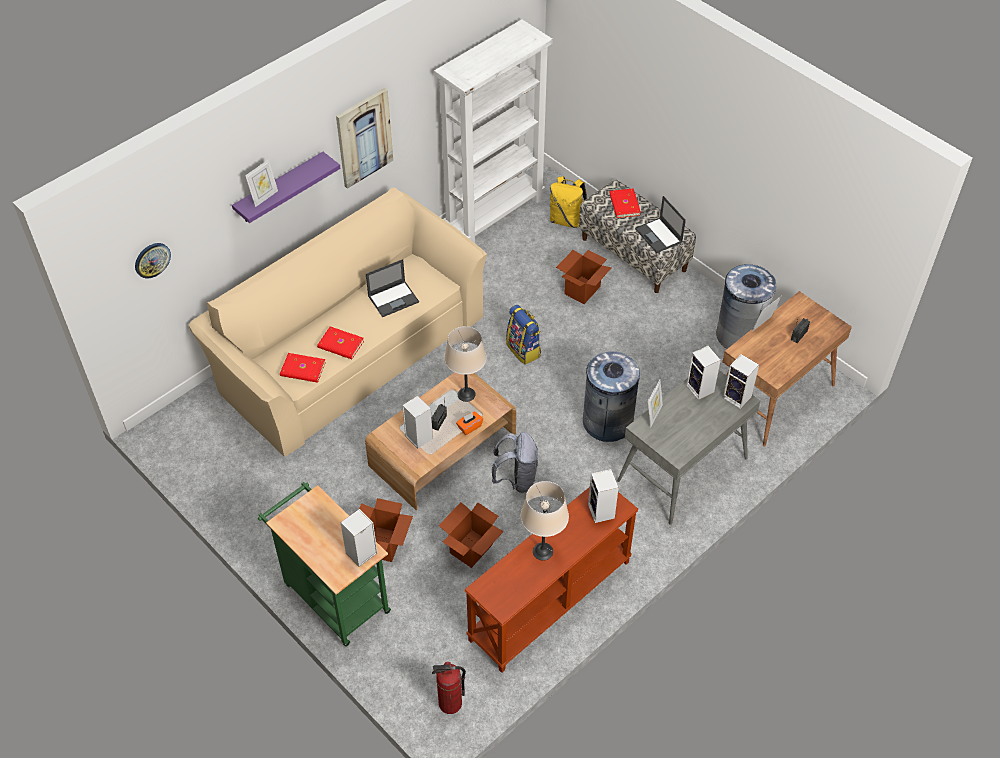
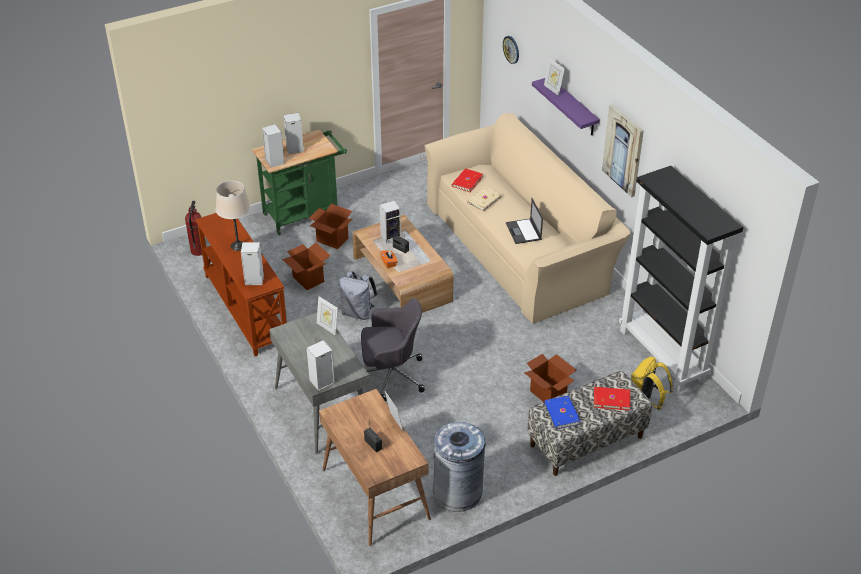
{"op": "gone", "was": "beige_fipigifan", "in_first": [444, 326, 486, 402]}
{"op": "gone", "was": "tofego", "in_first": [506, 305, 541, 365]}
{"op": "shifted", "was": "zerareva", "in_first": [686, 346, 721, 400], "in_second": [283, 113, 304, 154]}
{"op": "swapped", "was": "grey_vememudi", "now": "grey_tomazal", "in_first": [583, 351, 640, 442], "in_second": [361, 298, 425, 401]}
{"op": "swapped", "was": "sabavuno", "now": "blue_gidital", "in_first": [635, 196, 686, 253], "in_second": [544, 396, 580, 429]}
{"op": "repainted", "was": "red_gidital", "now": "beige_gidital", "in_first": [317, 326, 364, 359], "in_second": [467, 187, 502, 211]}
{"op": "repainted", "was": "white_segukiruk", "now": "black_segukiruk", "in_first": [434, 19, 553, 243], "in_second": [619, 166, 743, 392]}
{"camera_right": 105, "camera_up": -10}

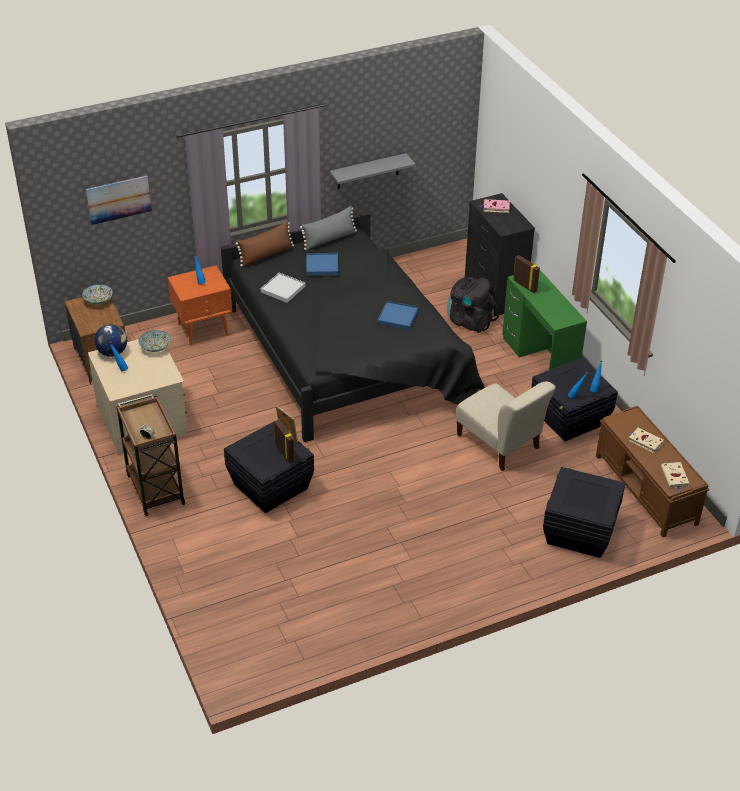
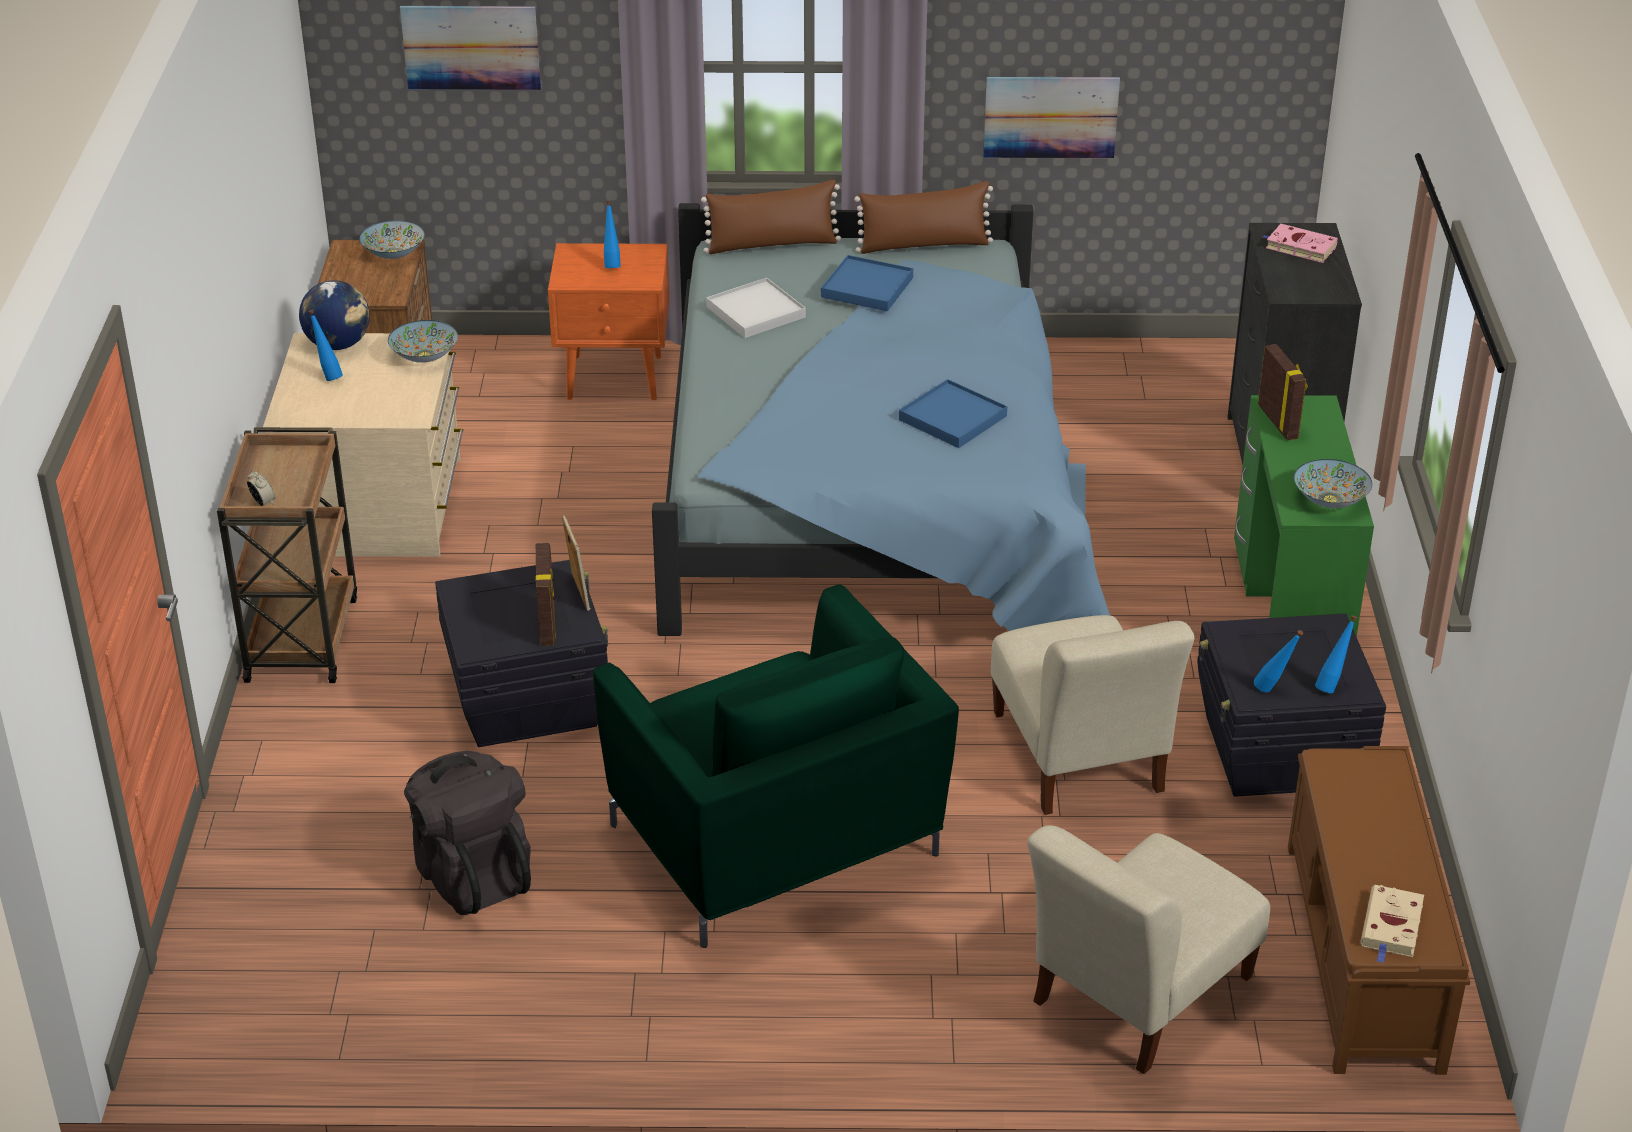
{"op": "gone", "was": "beige_gidital", "in_first": [628, 428, 664, 453]}
{"op": "new", "now": "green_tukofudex", "in_second": [593, 584, 959, 948]}
{"op": "new", "now": "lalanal", "in_second": [1294, 459, 1372, 508]}
{"op": "shifted", "was": "black_tofego", "in_first": [447, 277, 499, 333], "in_second": [404, 751, 531, 915]}
{"op": "swapped", "was": "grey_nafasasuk", "now": "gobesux", "in_first": [330, 153, 416, 189], "in_second": [983, 77, 1120, 158]}
{"op": "swapped", "was": "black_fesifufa", "now": "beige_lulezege", "in_first": [543, 467, 625, 558], "in_second": [1027, 825, 1270, 1074]}
{"op": "repainted", "was": "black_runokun", "now": "blue_runokun", "in_first": [221, 211, 485, 442], "in_second": [652, 203, 1110, 636]}
{"op": "repainted", "was": "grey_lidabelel", "now": "brown_lidabelel", "in_first": [300, 206, 357, 250], "in_second": [854, 181, 993, 254]}
{"camera_right": 25, "camera_up": -5}

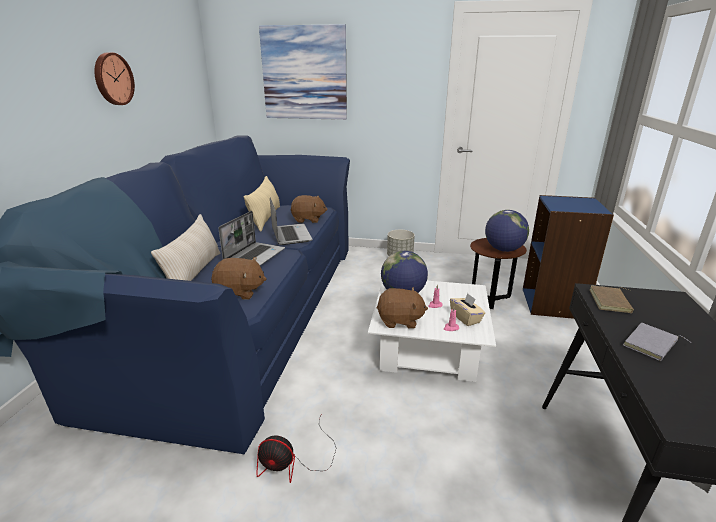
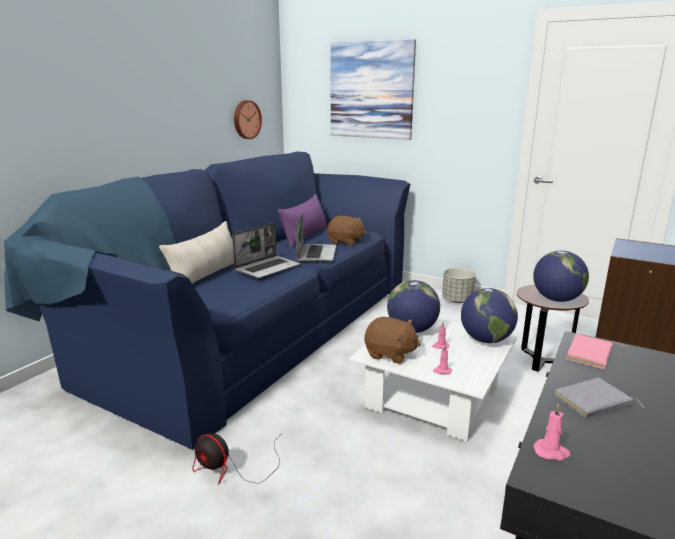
{"op": "gone", "was": "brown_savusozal", "in_first": [211, 257, 266, 300]}
{"op": "gone", "was": "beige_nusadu", "in_first": [450, 293, 485, 326]}
{"op": "new", "now": "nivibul", "in_second": [461, 288, 518, 343]}
{"op": "new", "now": "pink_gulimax", "in_second": [533, 403, 570, 460]}
{"op": "shifted", "was": "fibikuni", "in_first": [95, 53, 135, 105], "in_second": [234, 100, 262, 139]}
{"op": "repainted", "was": "beige_lidabelel", "now": "purple_lidabelel", "in_first": [244, 176, 280, 232], "in_second": [278, 194, 327, 248]}
{"op": "repainted", "was": "brown_gidital", "now": "pink_gidital", "in_first": [590, 285, 634, 313], "in_second": [565, 334, 625, 369]}
{"camera_right": 20, "camera_up": -5}

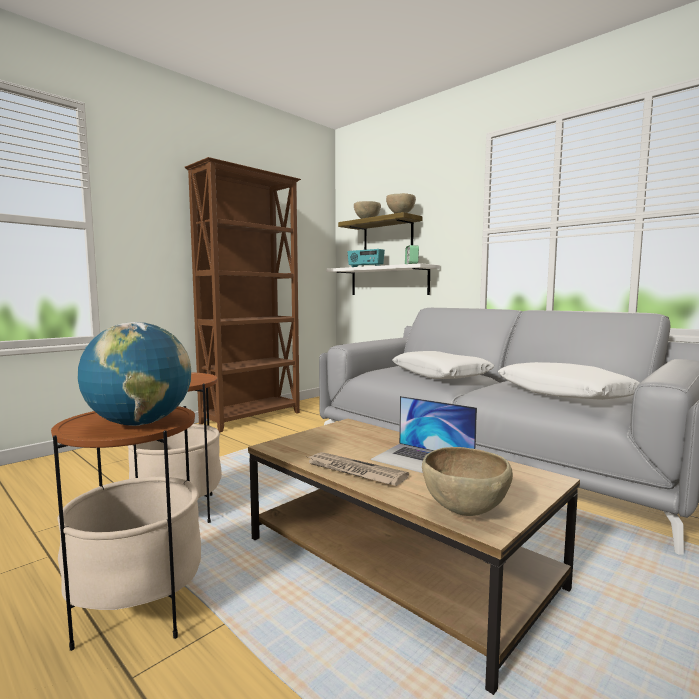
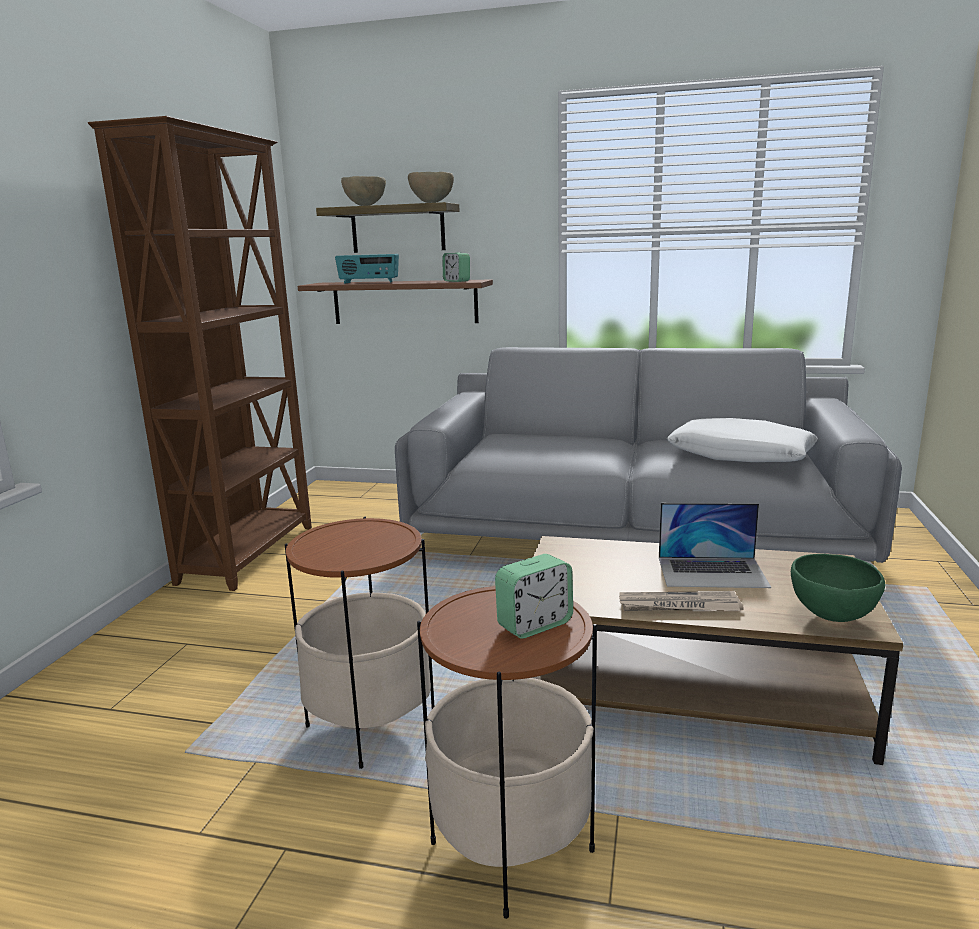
{"op": "gone", "was": "white_lidabelel", "in_first": [392, 351, 494, 379]}
{"op": "swapped", "was": "nivibul", "now": "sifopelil", "in_first": [78, 322, 191, 426], "in_second": [495, 554, 573, 639]}
{"op": "repainted", "was": "white_nafasasuk", "now": "brown_nafasasuk", "in_first": [326, 263, 440, 295], "in_second": [298, 279, 493, 324]}
{"op": "repainted", "was": "brown_lalanal", "now": "green_lalanal", "in_first": [422, 447, 513, 516], "in_second": [791, 554, 885, 622]}
{"camera_right": -30, "camera_up": 10}

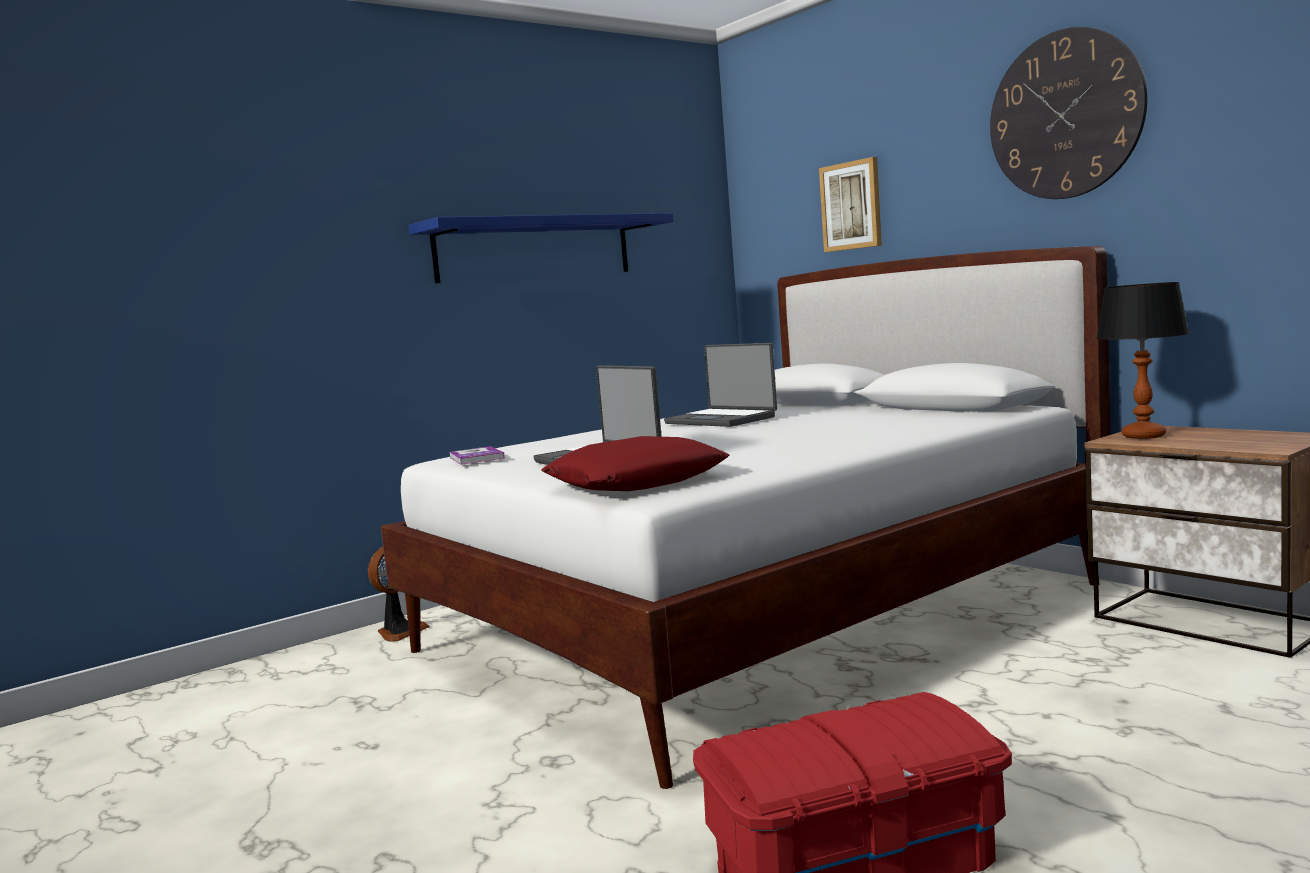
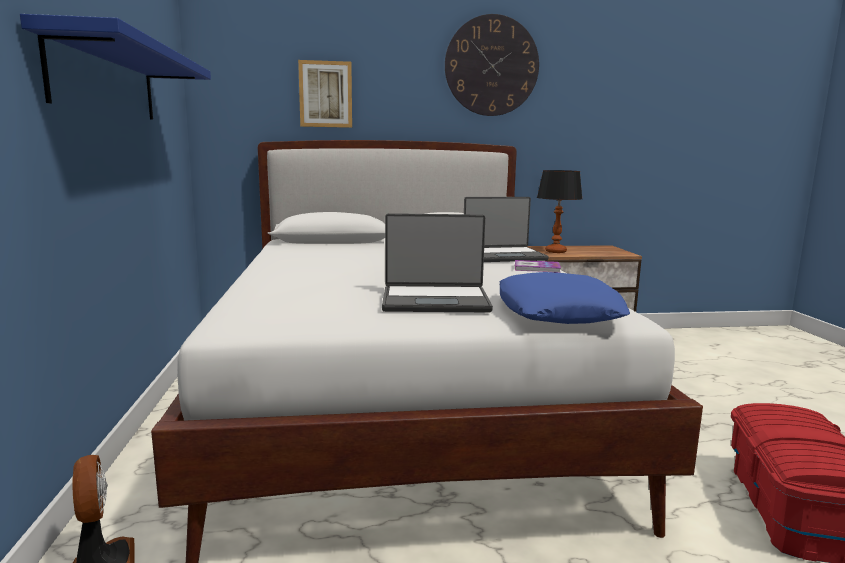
{"op": "shifted", "was": "gidital", "in_first": [450, 446, 505, 465], "in_second": [515, 260, 561, 273]}
{"op": "shifted", "was": "sabavuno", "in_first": [664, 343, 777, 427], "in_second": [464, 197, 549, 262]}
{"op": "repainted", "was": "red_lidabelel", "now": "blue_lidabelel", "in_first": [541, 436, 729, 491], "in_second": [499, 272, 630, 324]}
{"camera_right": -60, "camera_up": 5}

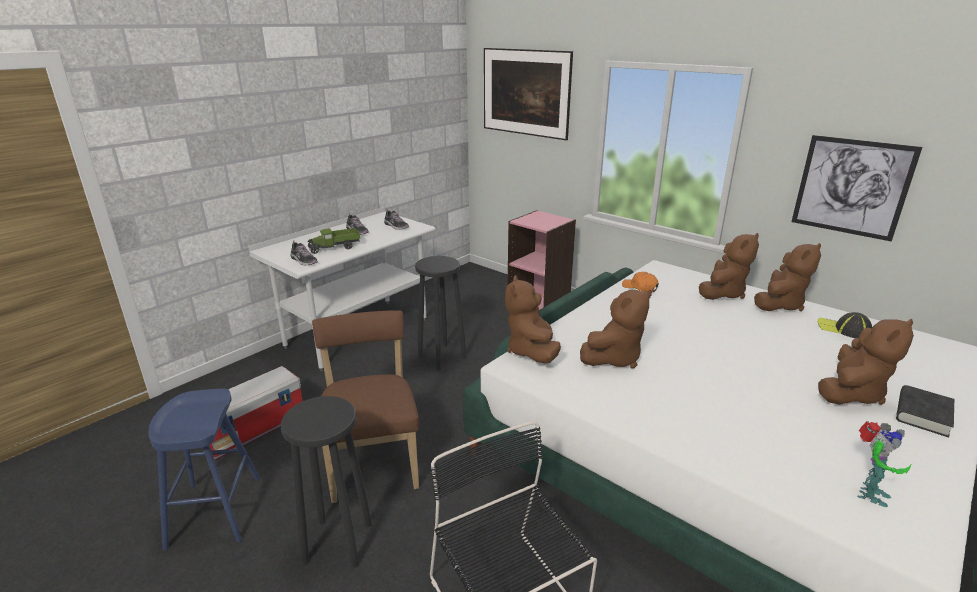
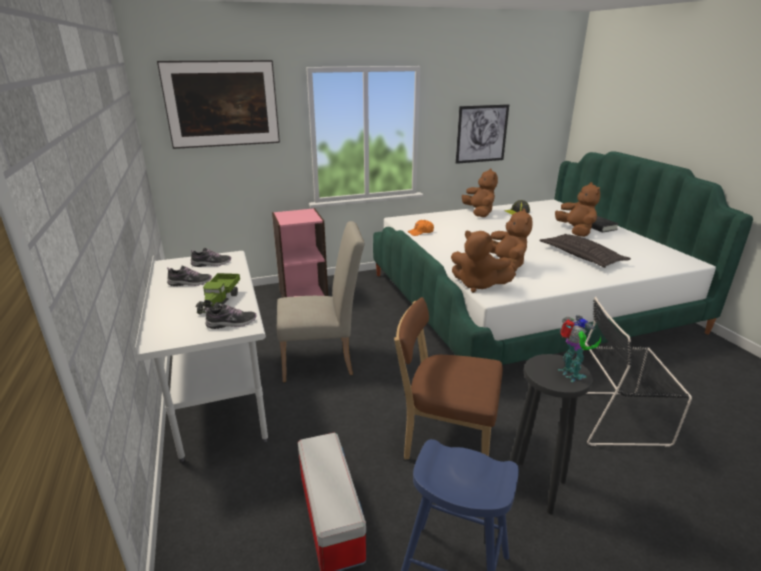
{"op": "gone", "was": "brown_savusozal", "in_first": [699, 233, 759, 300]}
{"op": "new", "now": "lidabelel", "in_second": [539, 234, 631, 268]}
{"op": "shifted", "was": "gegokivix", "in_first": [857, 421, 911, 507], "in_second": [558, 315, 601, 382]}
{"op": "swapped", "was": "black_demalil", "now": "beige_lulezege", "in_first": [415, 256, 467, 370], "in_second": [277, 221, 365, 382]}
{"camera_right": -60, "camera_up": 0}

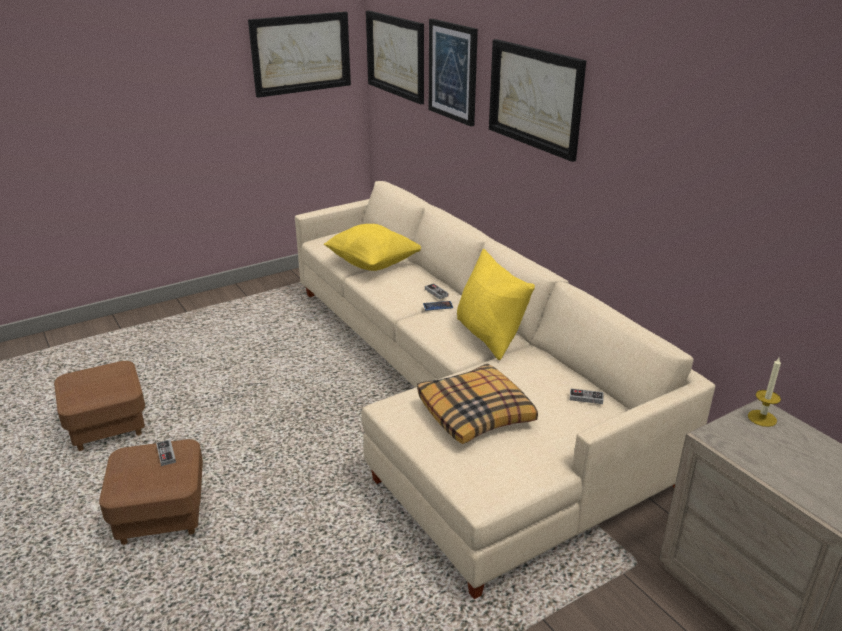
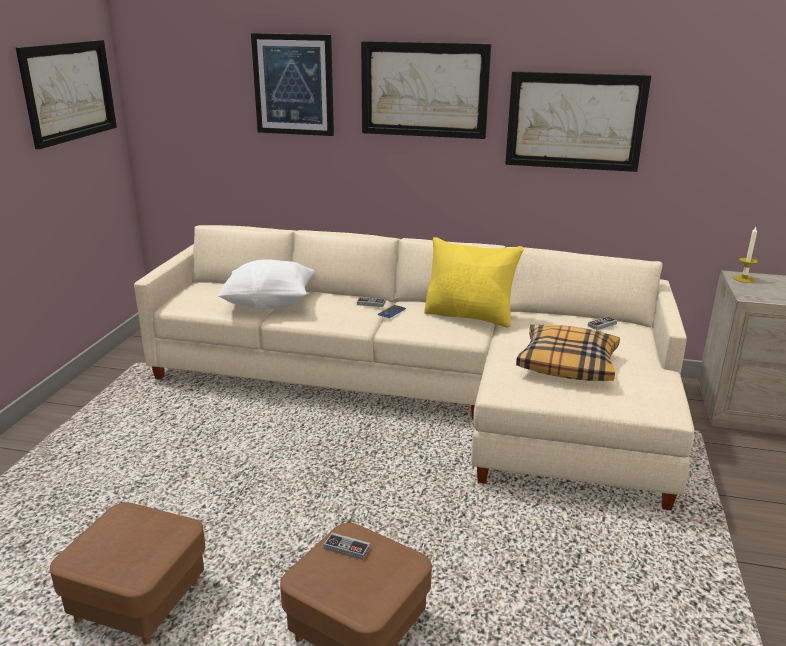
{"op": "shifted", "was": "gobesux", "in_first": [366, 10, 424, 105], "in_second": [505, 71, 651, 172]}
{"op": "repainted", "was": "yellow_lidabelel", "now": "white_lidabelel", "in_first": [324, 224, 421, 271], "in_second": [217, 259, 315, 309]}
{"camera_right": -45, "camera_up": -5}

